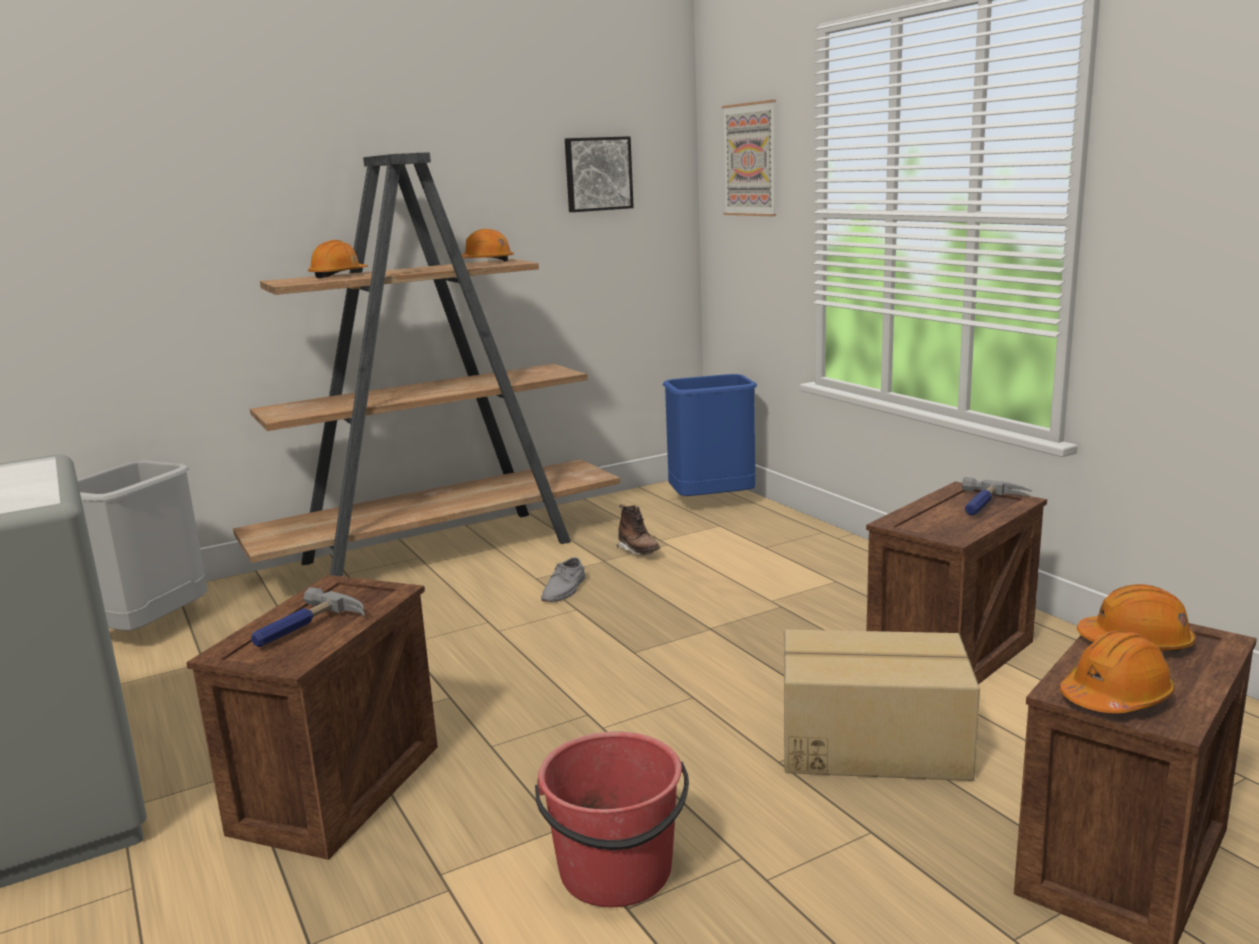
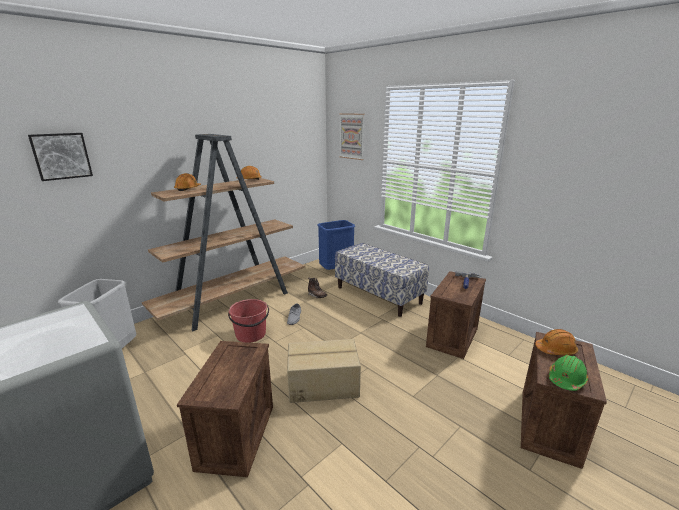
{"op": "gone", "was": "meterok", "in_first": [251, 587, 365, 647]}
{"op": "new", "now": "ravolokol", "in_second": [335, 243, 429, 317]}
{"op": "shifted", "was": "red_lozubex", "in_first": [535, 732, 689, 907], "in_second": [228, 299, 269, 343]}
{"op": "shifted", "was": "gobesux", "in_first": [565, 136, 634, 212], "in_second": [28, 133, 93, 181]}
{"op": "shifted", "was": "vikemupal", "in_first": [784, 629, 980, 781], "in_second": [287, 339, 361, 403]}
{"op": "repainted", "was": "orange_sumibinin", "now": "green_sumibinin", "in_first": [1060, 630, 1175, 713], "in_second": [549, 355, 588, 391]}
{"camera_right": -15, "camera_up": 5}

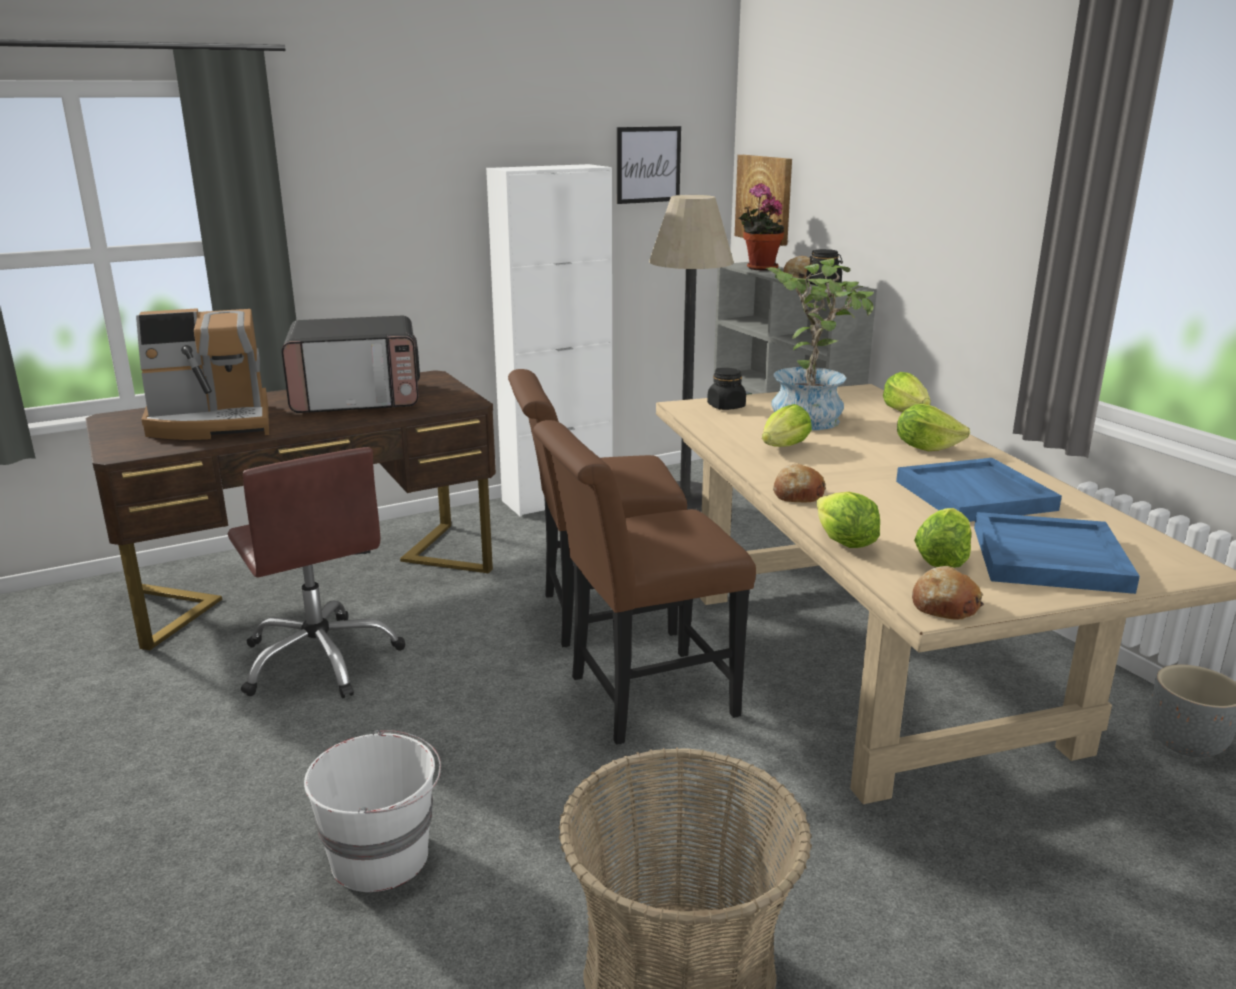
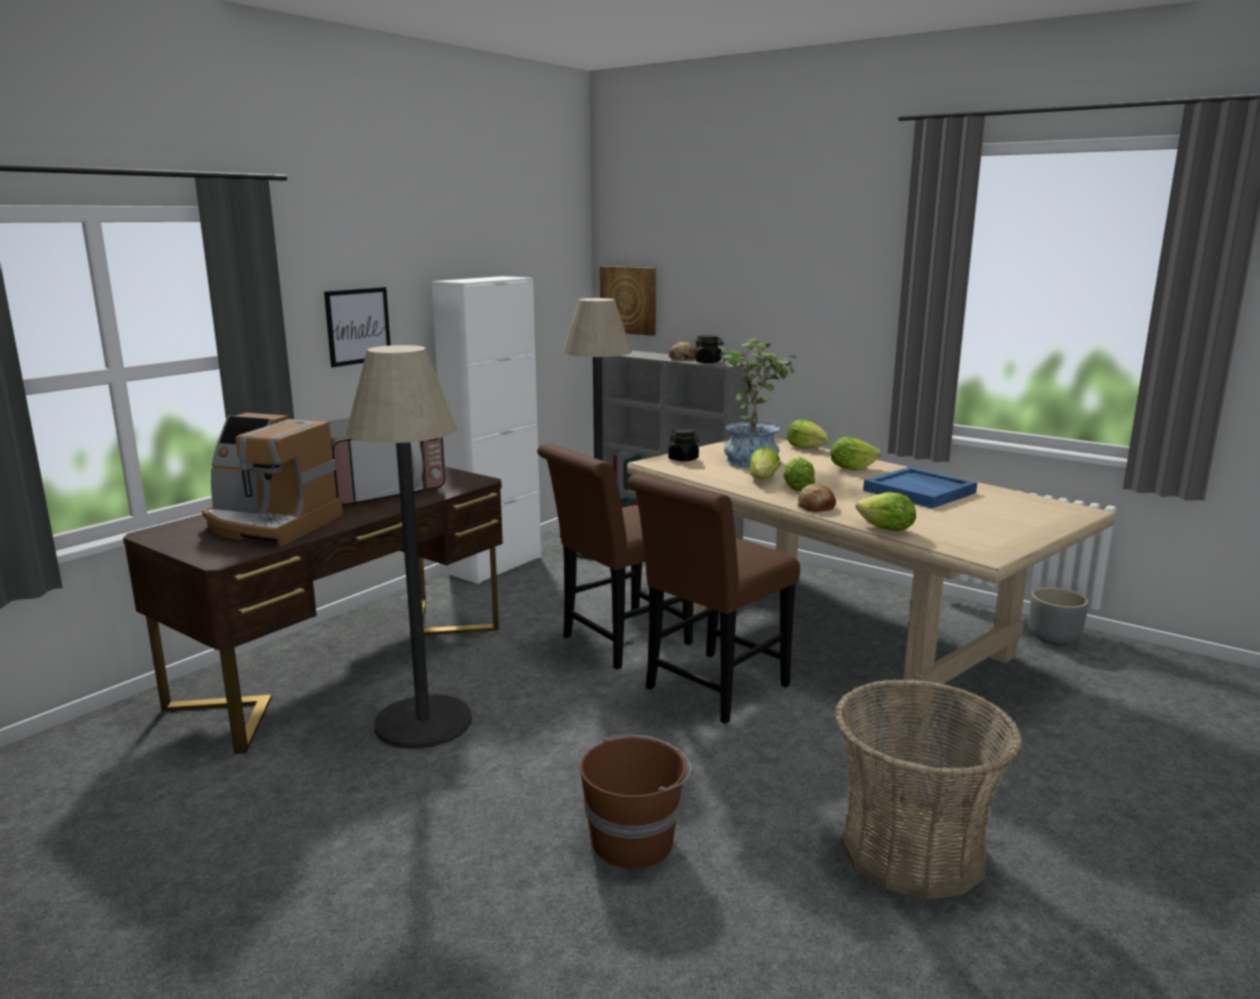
{"op": "gone", "was": "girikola", "in_first": [739, 183, 784, 271]}
{"op": "gone", "was": "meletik", "in_first": [912, 566, 984, 620]}
{"op": "gone", "was": "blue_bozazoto", "in_first": [974, 512, 1140, 594]}
{"op": "shifted", "was": "gobesux", "in_first": [617, 126, 681, 204], "in_second": [324, 287, 391, 367]}
{"op": "shifted", "was": "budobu", "in_first": [914, 508, 972, 568], "in_second": [783, 457, 815, 491]}
{"op": "swapped", "was": "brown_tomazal", "now": "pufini", "in_first": [228, 447, 405, 698], "in_second": [346, 345, 472, 749]}
{"op": "repainted", "was": "white_lozubex", "now": "brown_lozubex", "in_first": [304, 730, 441, 892], "in_second": [580, 735, 691, 869]}
{"op": "rotated", "was": "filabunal", "in_first": [136, 308, 269, 440], "in_second": [202, 413, 343, 547], "clockwise": 60}
{"camera_right": -25, "camera_up": -5}

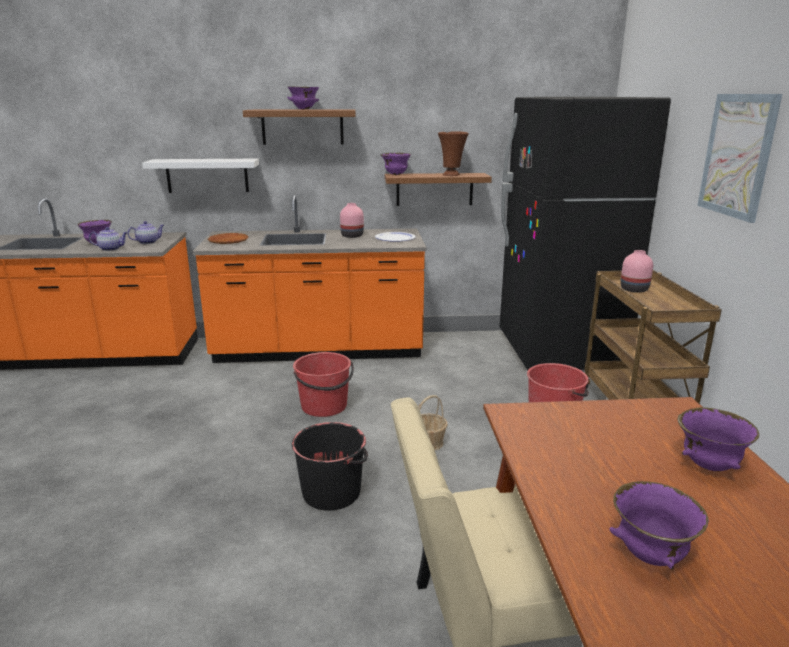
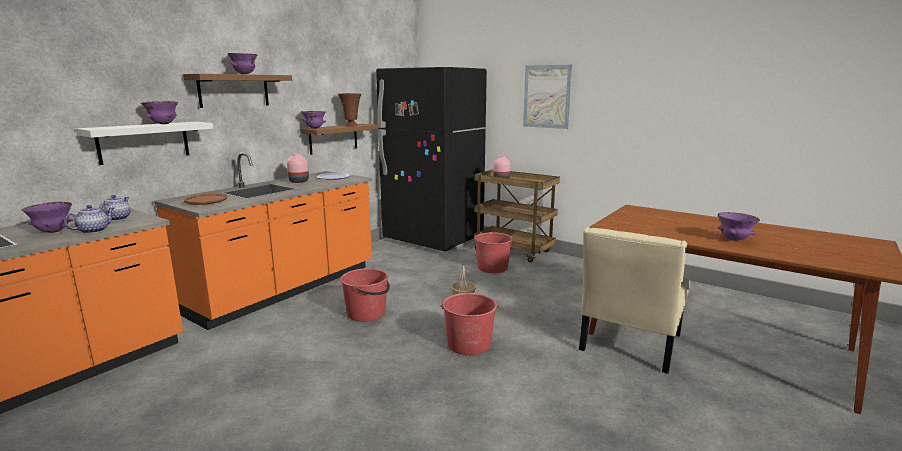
{"op": "shifted", "was": "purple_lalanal", "in_first": [678, 407, 759, 471], "in_second": [141, 101, 178, 124]}
{"op": "repainted", "was": "black_lozubex", "now": "red_lozubex", "in_first": [292, 422, 368, 511], "in_second": [441, 293, 499, 355]}
{"camera_right": -50, "camera_up": -5}

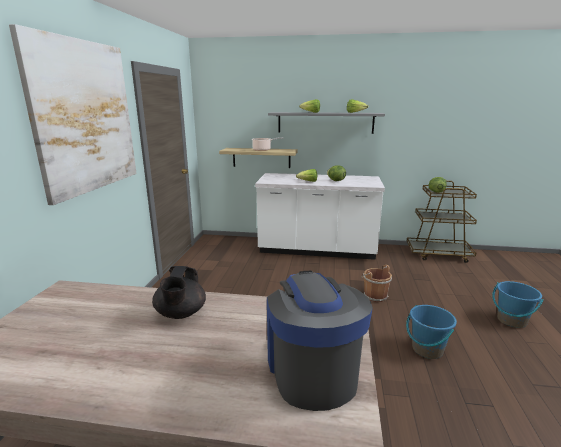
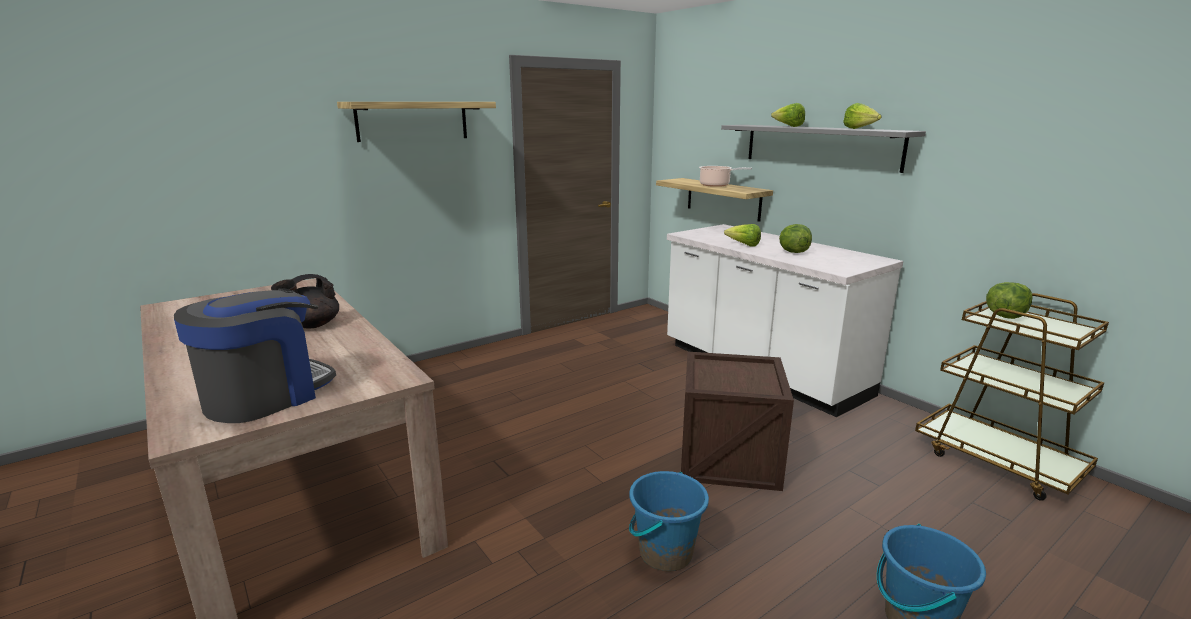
{"op": "swapped", "was": "gobesux", "now": "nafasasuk", "in_first": [9, 24, 137, 205], "in_second": [337, 102, 496, 142]}
{"op": "swapped", "was": "brown_lozubex", "now": "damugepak", "in_first": [361, 265, 392, 302], "in_second": [681, 351, 794, 491]}
{"camera_right": 45, "camera_up": 0}

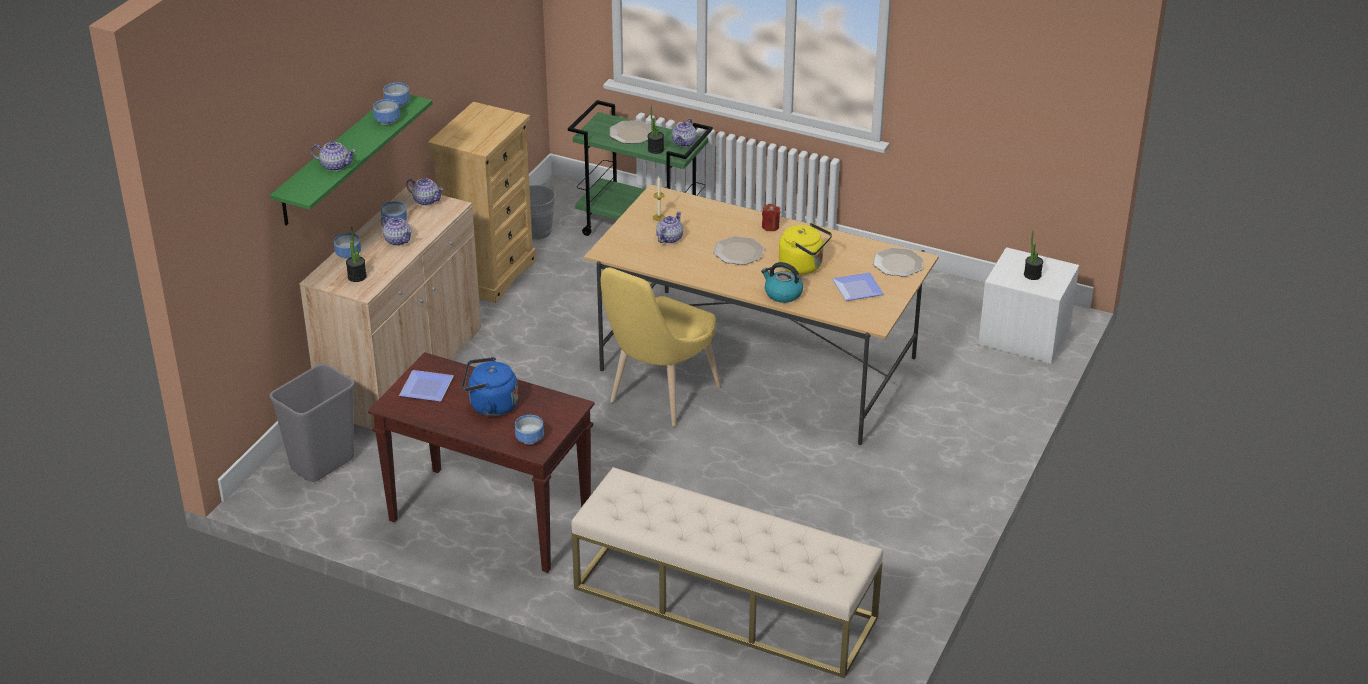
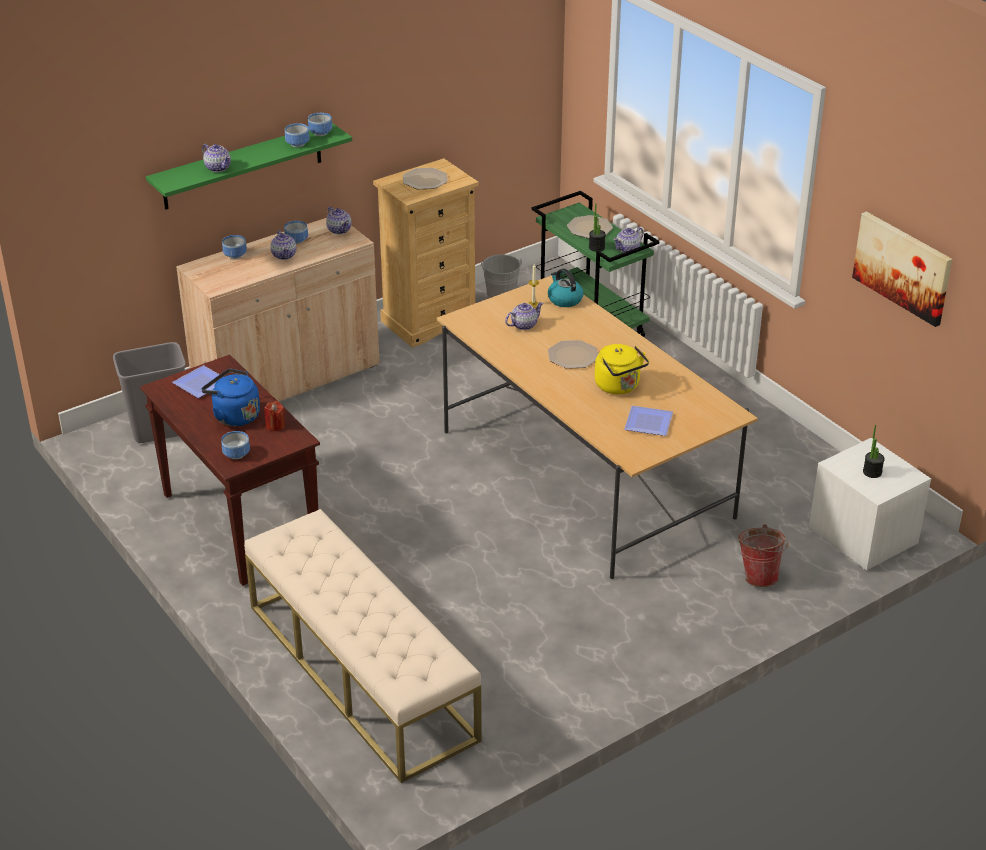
{"op": "gone", "was": "girikola", "in_first": [346, 227, 367, 282]}
{"op": "gone", "was": "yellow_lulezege", "in_first": [601, 267, 721, 427]}
{"op": "new", "now": "lozubex", "in_second": [738, 524, 789, 587]}
{"op": "new", "now": "gobesux", "in_second": [852, 211, 952, 327]}
{"op": "shifted", "was": "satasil", "in_first": [761, 262, 803, 303], "in_second": [548, 269, 583, 307]}
{"op": "shifted", "was": "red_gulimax", "in_first": [762, 204, 780, 231], "in_second": [264, 401, 285, 431]}
{"op": "shifted", "was": "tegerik", "in_first": [873, 247, 924, 277], "in_second": [403, 168, 448, 189]}
{"camera_right": 30, "camera_up": 0}

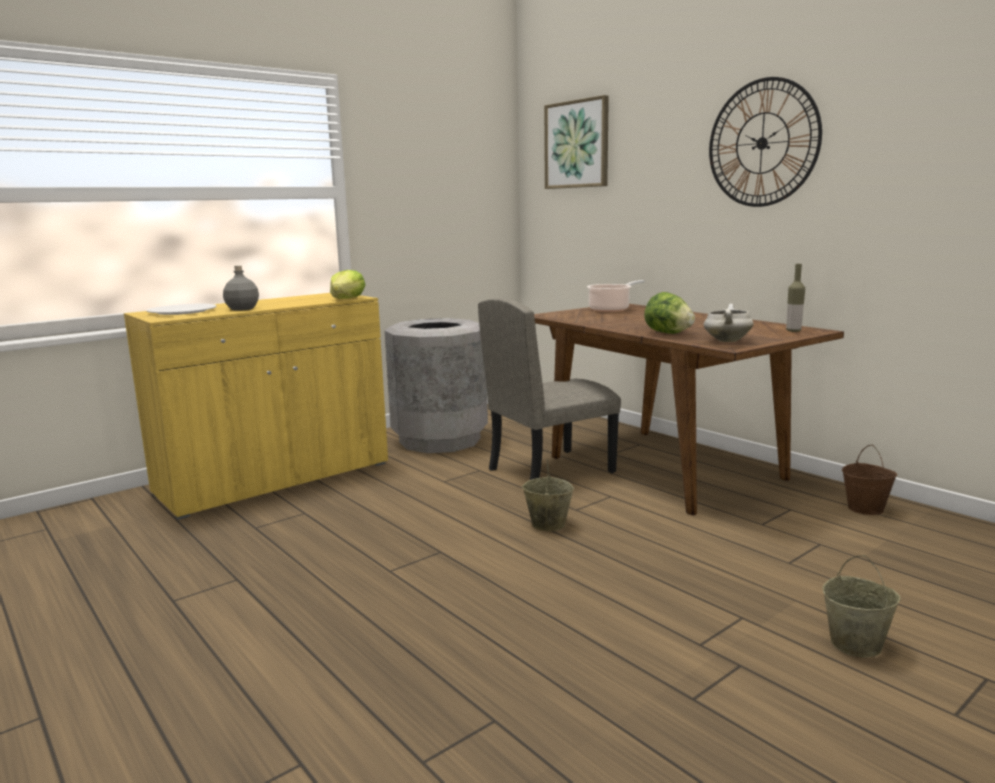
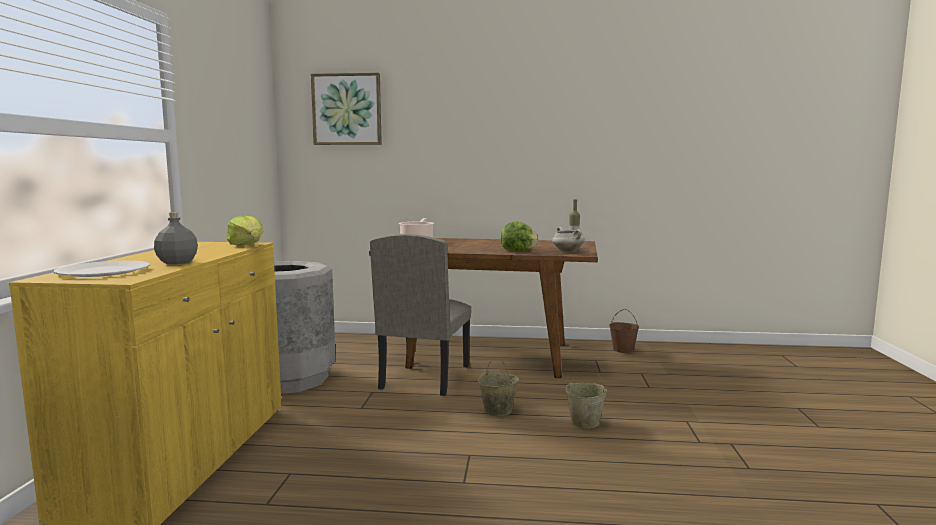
{"op": "gone", "was": "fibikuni", "in_first": [709, 77, 822, 207]}
{"op": "shifted", "was": "beige_lozubex", "in_first": [823, 555, 901, 657], "in_second": [565, 366, 607, 429]}
{"camera_right": -45, "camera_up": -5}

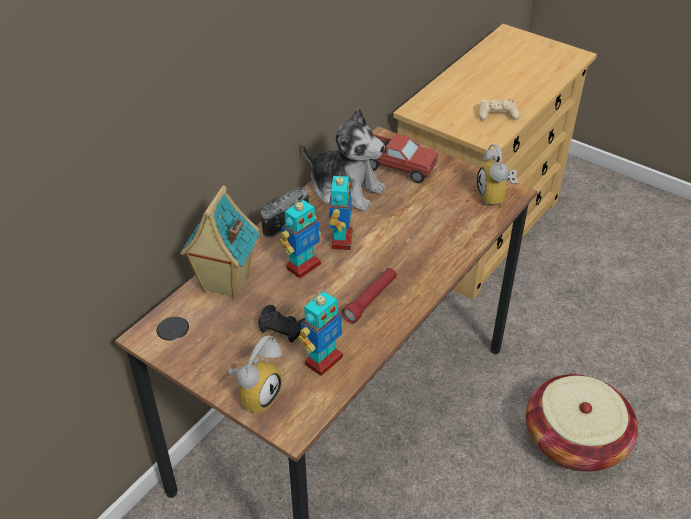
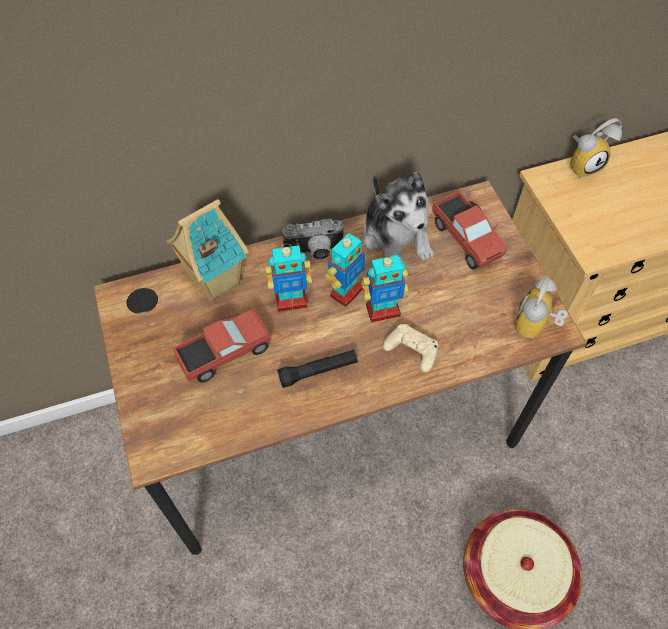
{"op": "shifted", "was": "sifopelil", "in_first": [228, 335, 282, 414], "in_second": [570, 118, 622, 178]}
{"op": "shifted", "was": "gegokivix", "in_first": [298, 290, 343, 376], "in_second": [361, 254, 408, 323]}
{"op": "shifted", "was": "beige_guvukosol", "in_first": [479, 100, 519, 120], "in_second": [383, 324, 439, 372]}
{"op": "swapped", "was": "black_guvukosol", "now": "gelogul", "in_first": [258, 305, 305, 343], "in_second": [173, 310, 271, 383]}
{"op": "repainted", "was": "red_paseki", "now": "black_paseki", "in_first": [341, 268, 397, 324], "in_second": [277, 349, 358, 388]}
{"camera_right": 35, "camera_up": 15}

